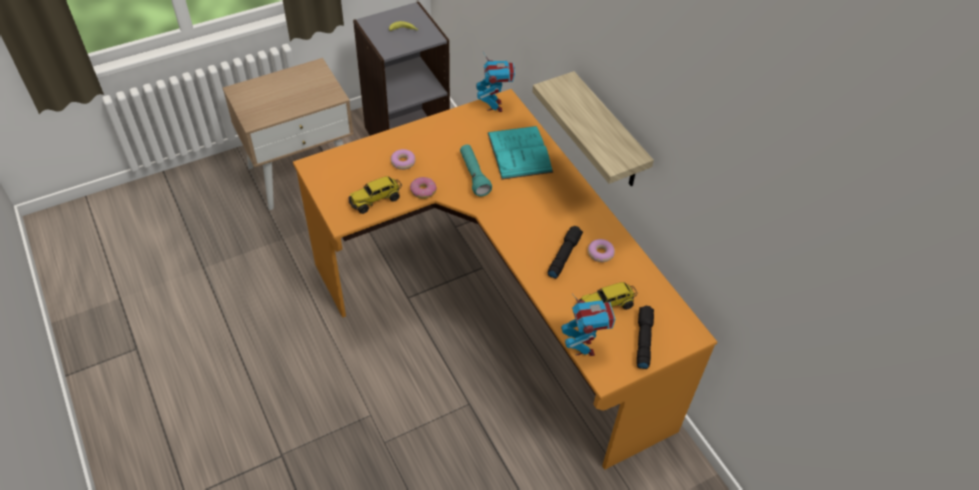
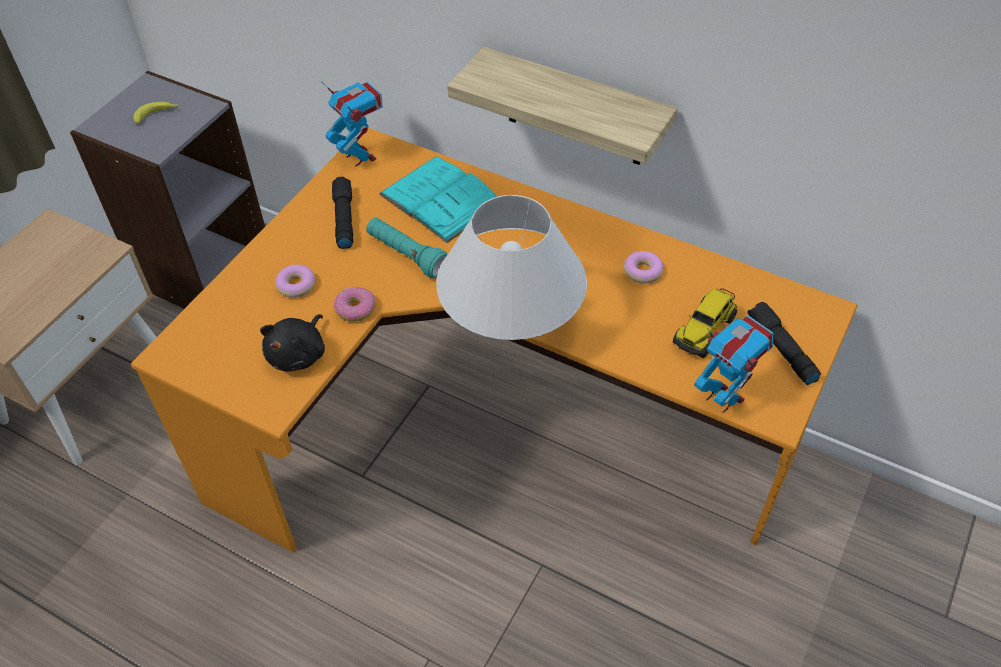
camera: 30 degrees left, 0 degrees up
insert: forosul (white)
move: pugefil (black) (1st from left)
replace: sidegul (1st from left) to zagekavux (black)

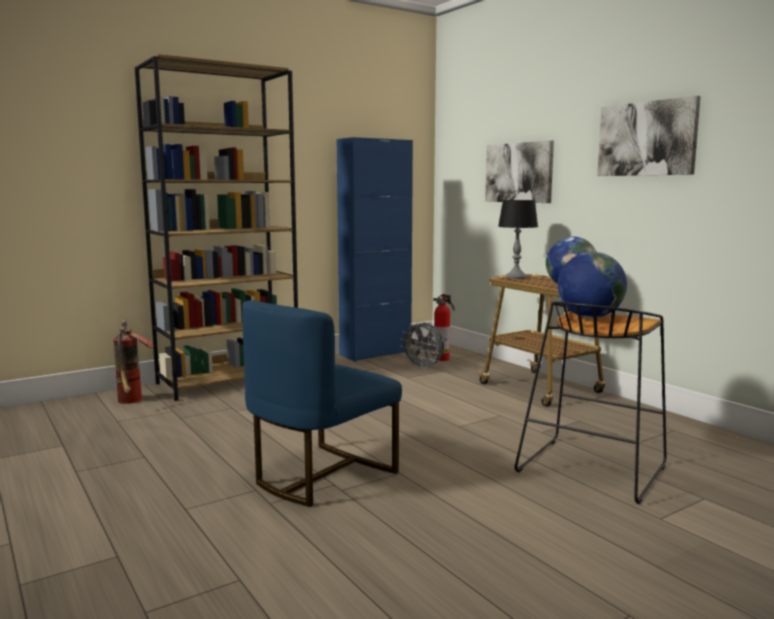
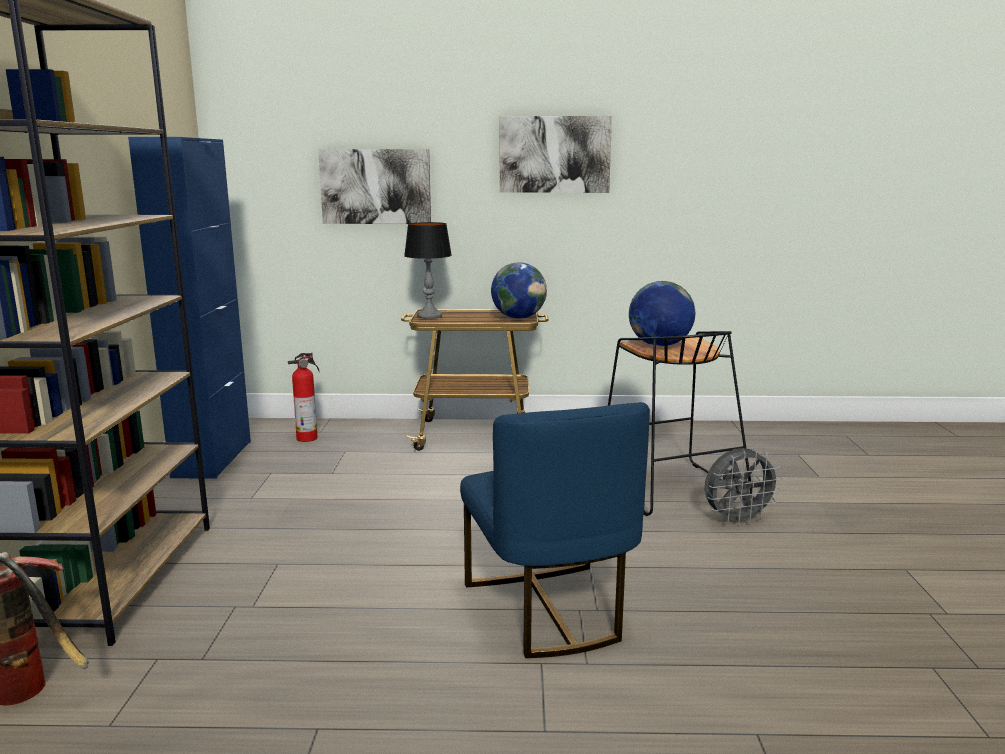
camera: 55 degrees left, 5 degrees up
move: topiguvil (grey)

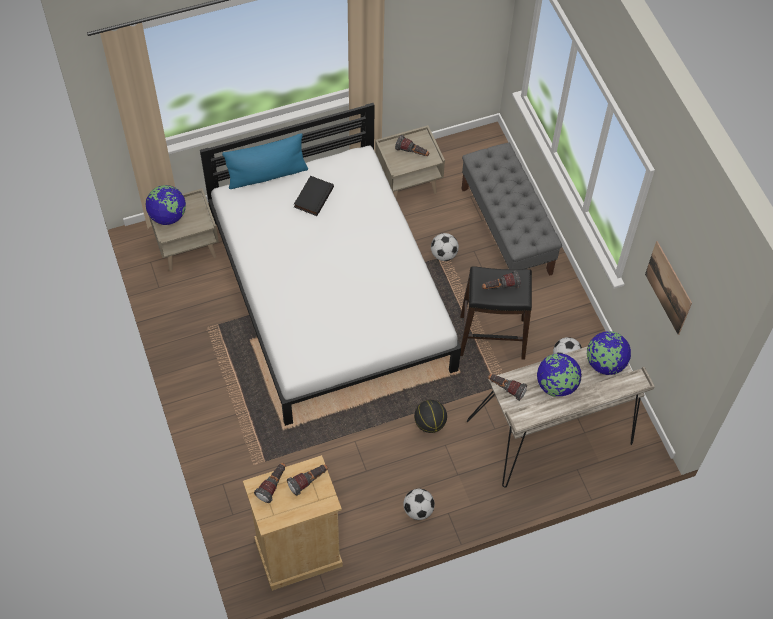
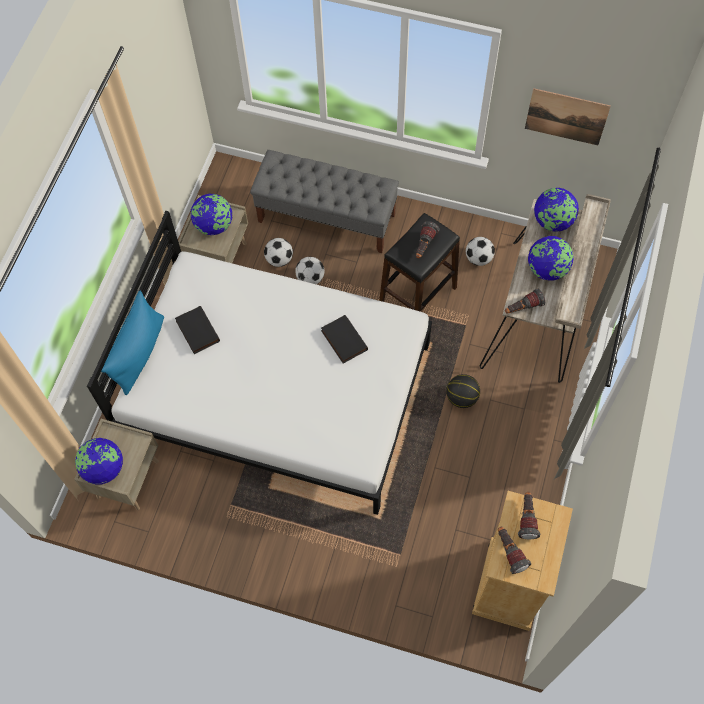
camera: 50 degrees left, 5 degrees up
insert: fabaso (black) (2nd from left)
move: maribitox (1st from left)
replace: pugefil (3rd from left) to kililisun (2nd from left)

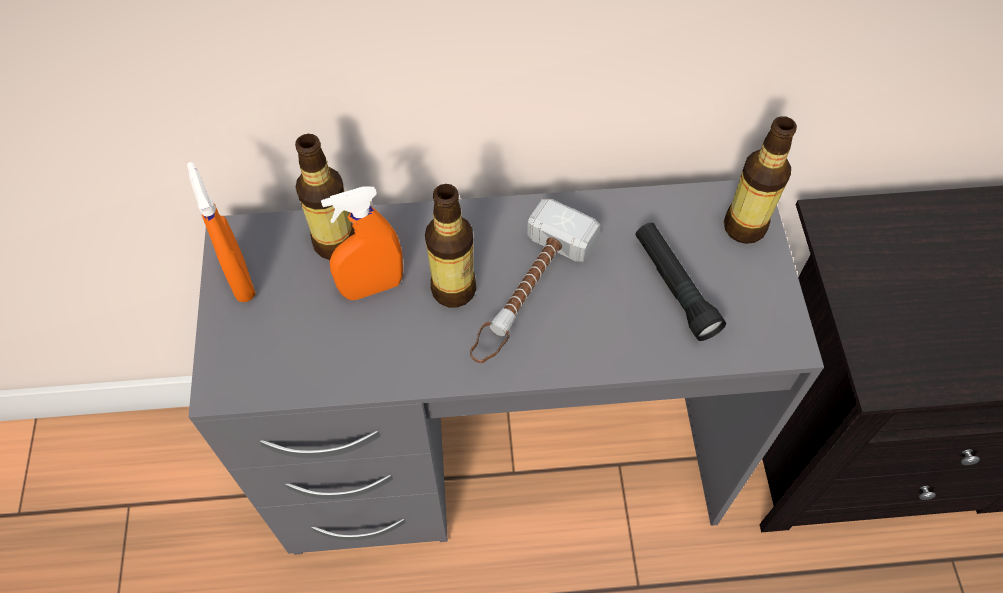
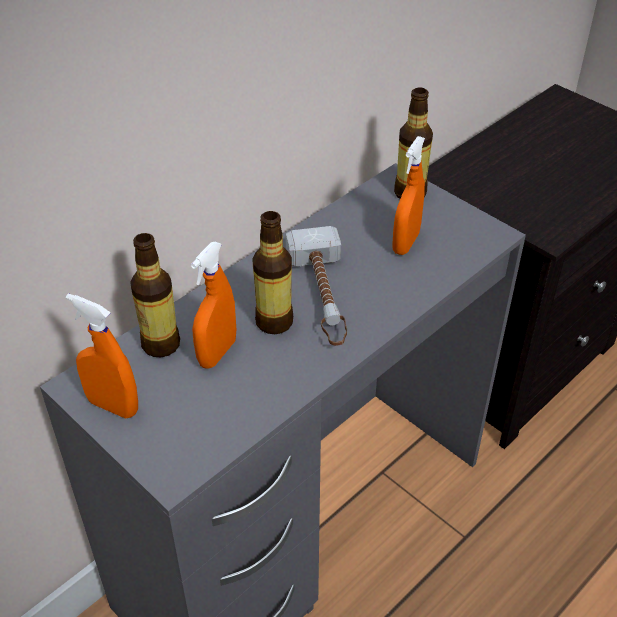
camera: 40 degrees left, 15 degrees down
replace: pugefil (black) to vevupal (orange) (3rd from left)

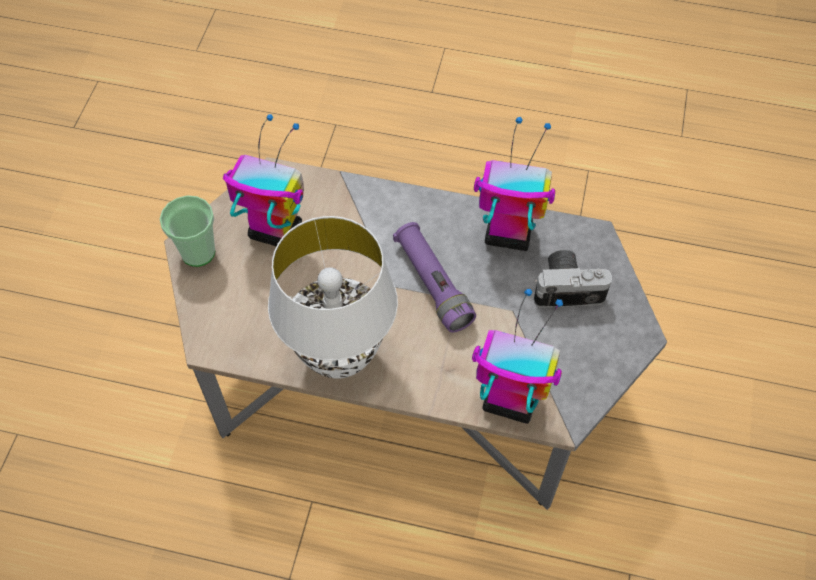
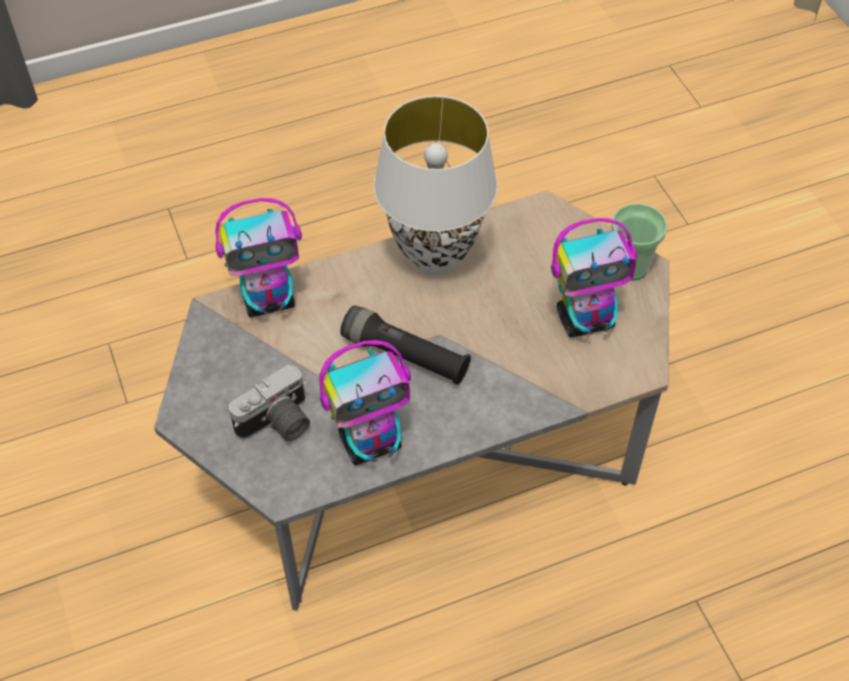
camera: 145 degrees right, 5 degrees down
recolor: pugefil (purple) to pugefil (black)

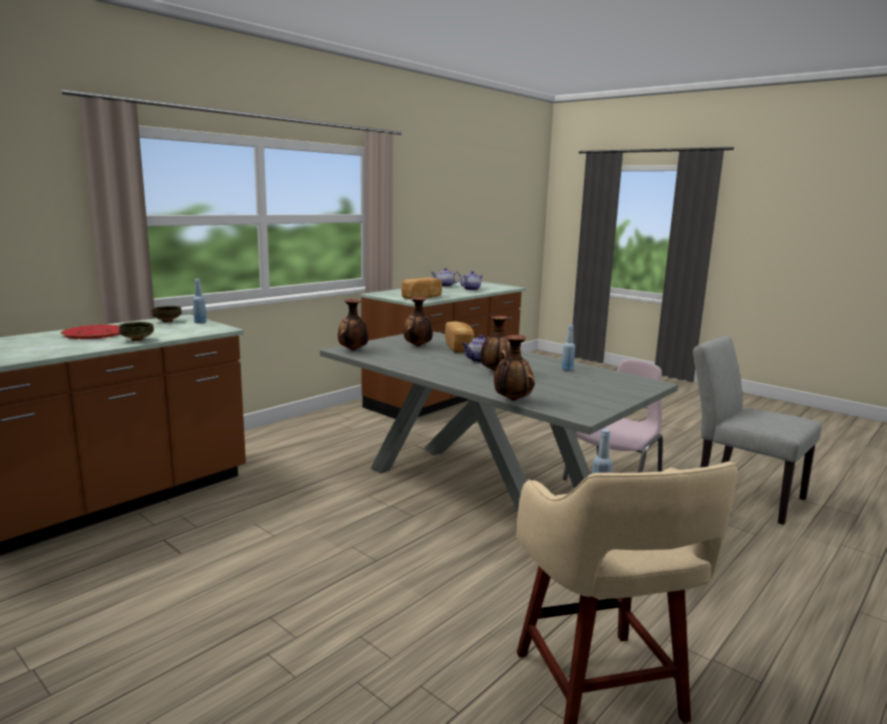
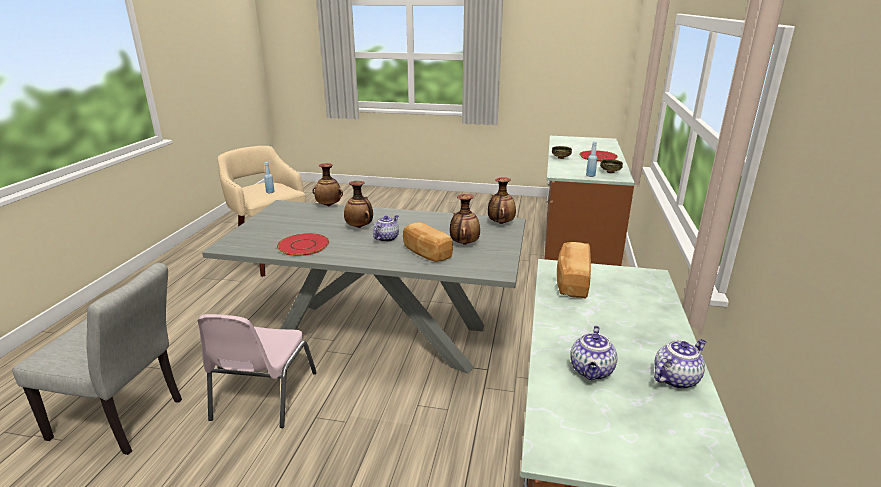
camera: 150 degrees right, 10 degrees up
replace: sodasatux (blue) (2nd from left) to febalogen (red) (1st from left)

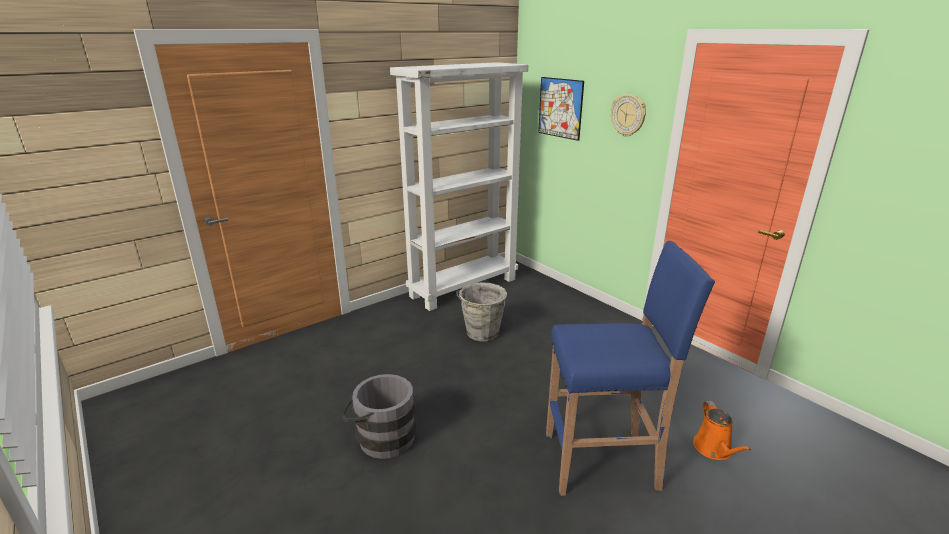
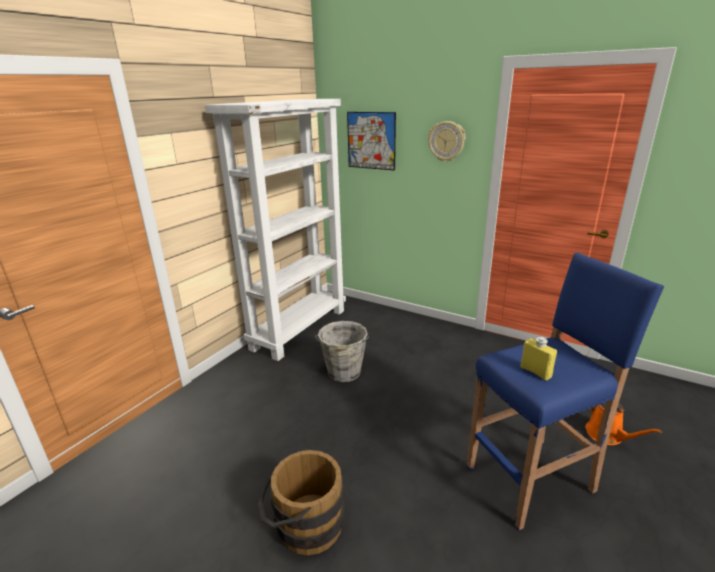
camera: 20 degrees left, 0 degrees up
insert: sodasatux (yellow)
recolor: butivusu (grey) (1st from left) to butivusu (brown)

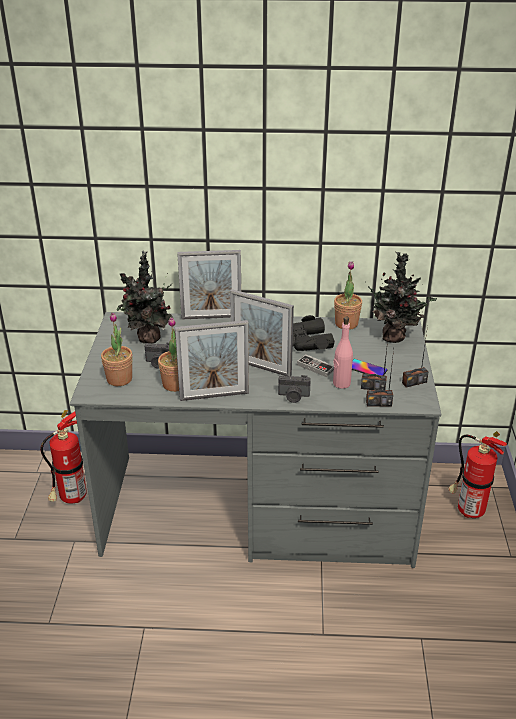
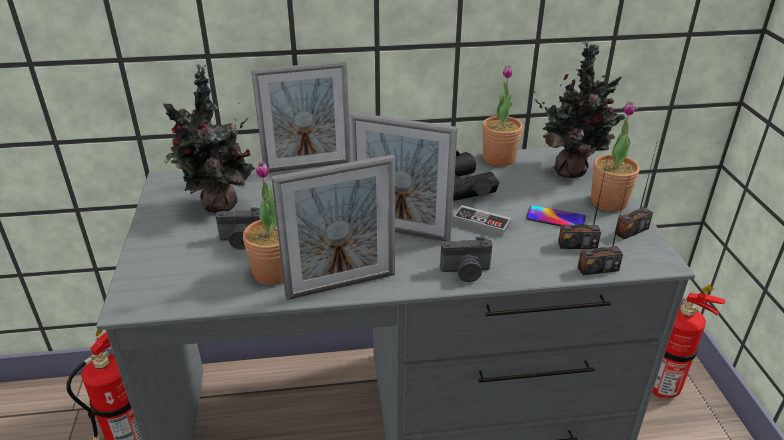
camera: 10 degrees left, 0 degrees up
delete: sodasatux (pink)
move: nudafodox (1st from left in the first image) to nudafodox (5th from left)

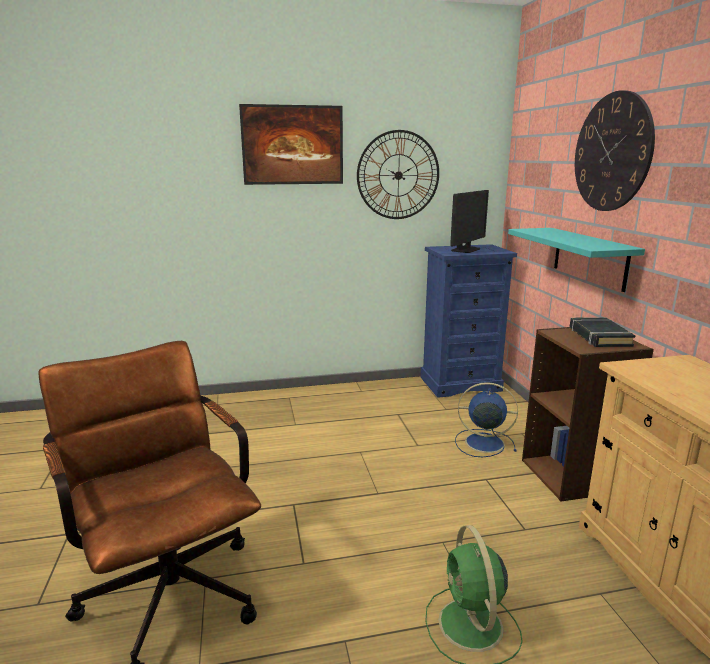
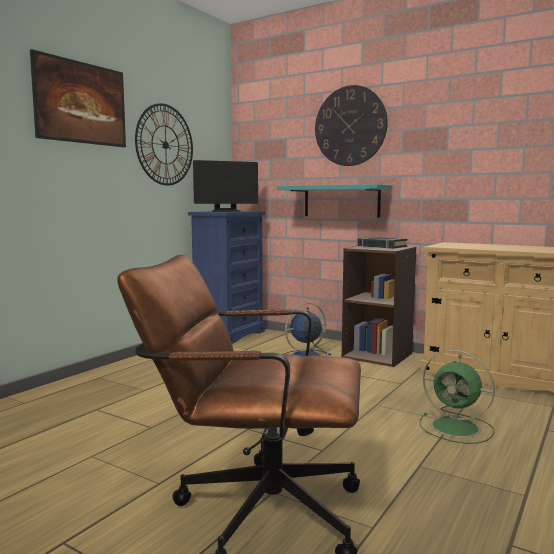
camera: 45 degrees left, 10 degrees down
rotate: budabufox 75 degrees clockwise

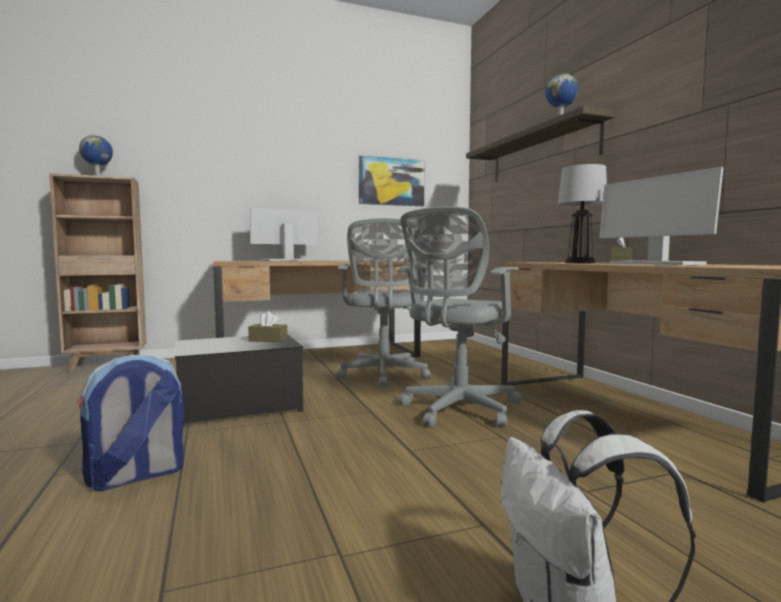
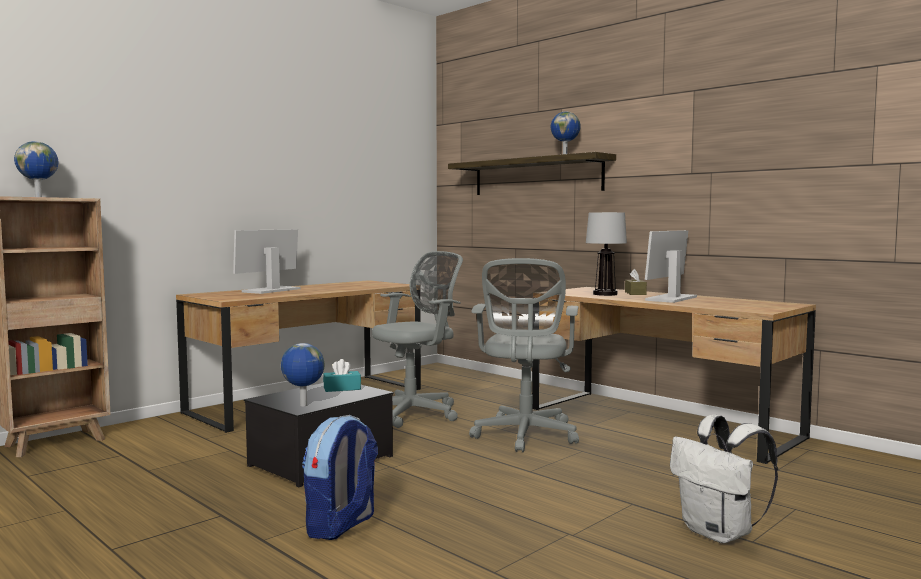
camera: 25 degrees left, 0 degrees up
delete: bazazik
insert: kililisun (2nd from left)
recolor: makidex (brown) (1st from left) to makidex (turquoise)
rotate: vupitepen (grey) (1st from left) 105 degrees counterclockwise; budabufox (2nd from left) 90 degrees clockwise

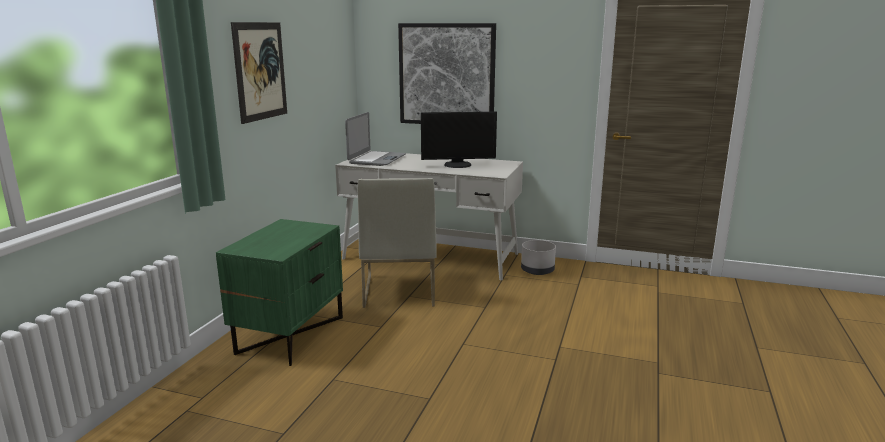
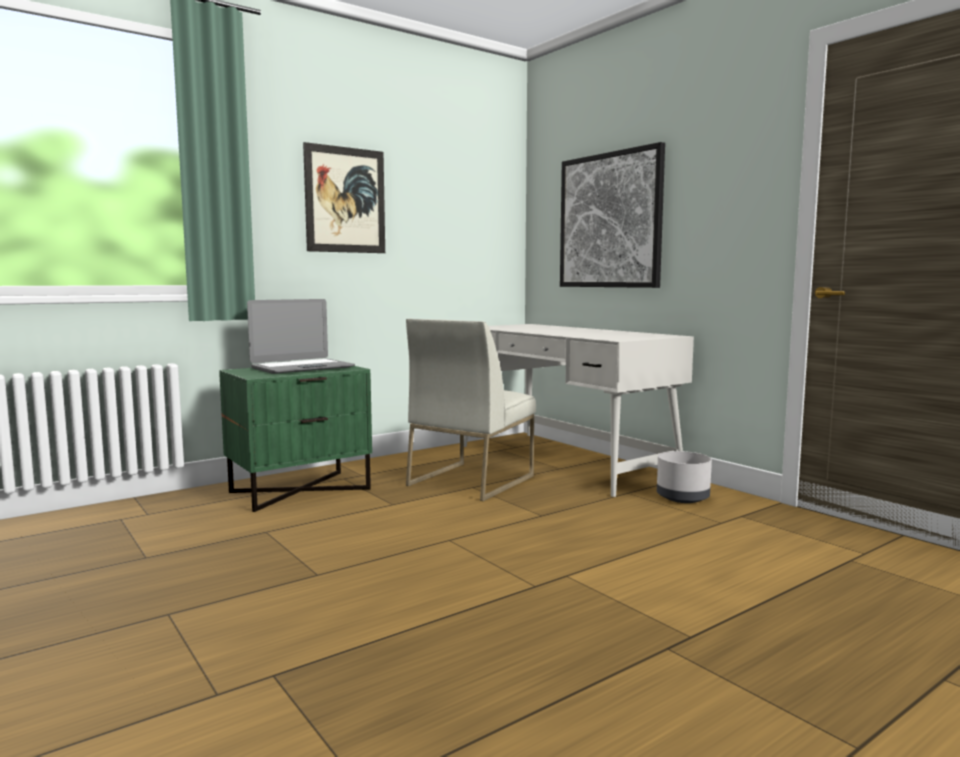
camera: 35 degrees right, 10 degrees down
delete: budabufox
move: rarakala

